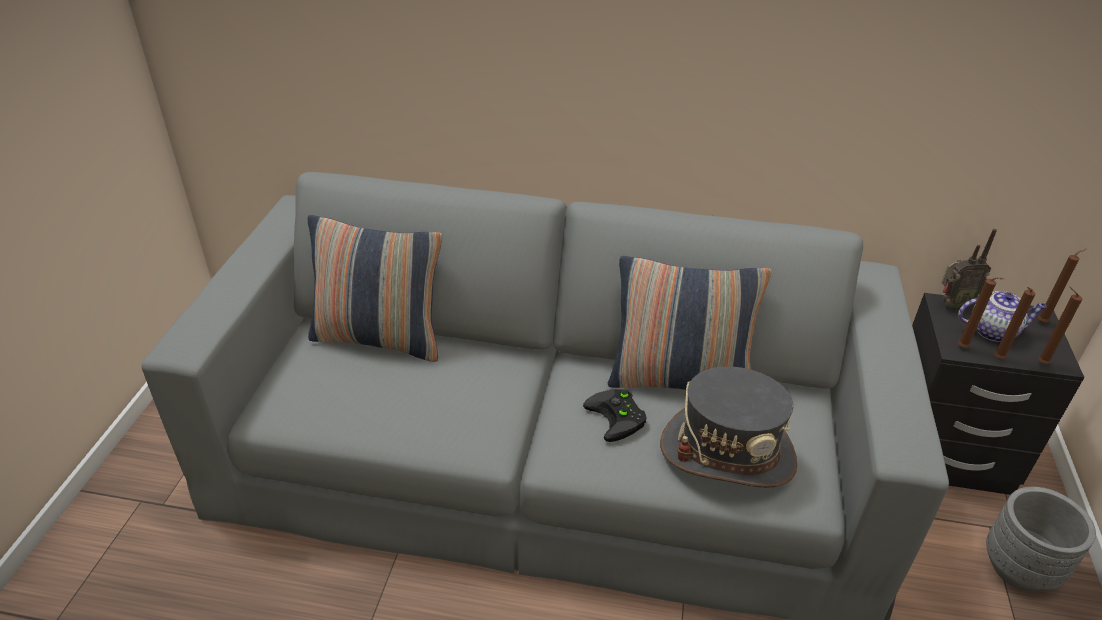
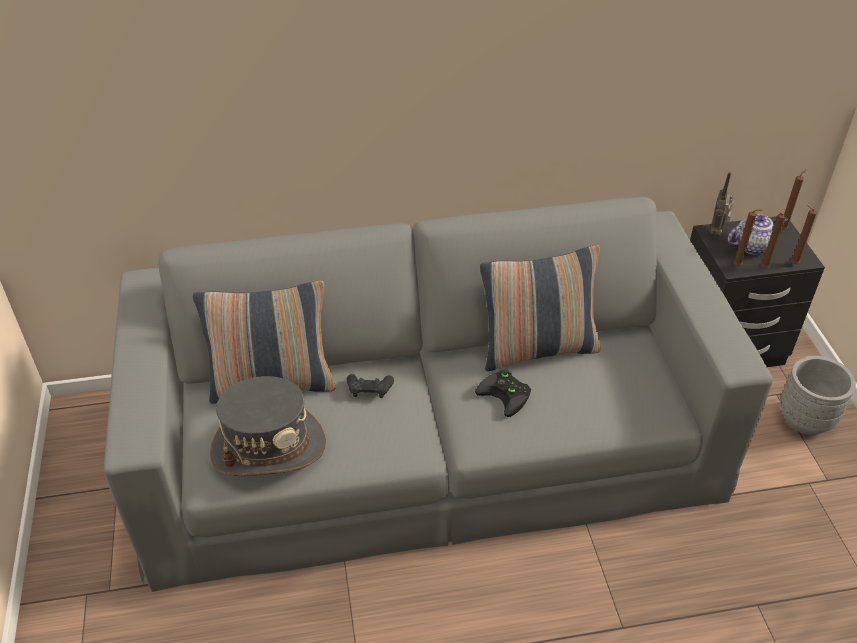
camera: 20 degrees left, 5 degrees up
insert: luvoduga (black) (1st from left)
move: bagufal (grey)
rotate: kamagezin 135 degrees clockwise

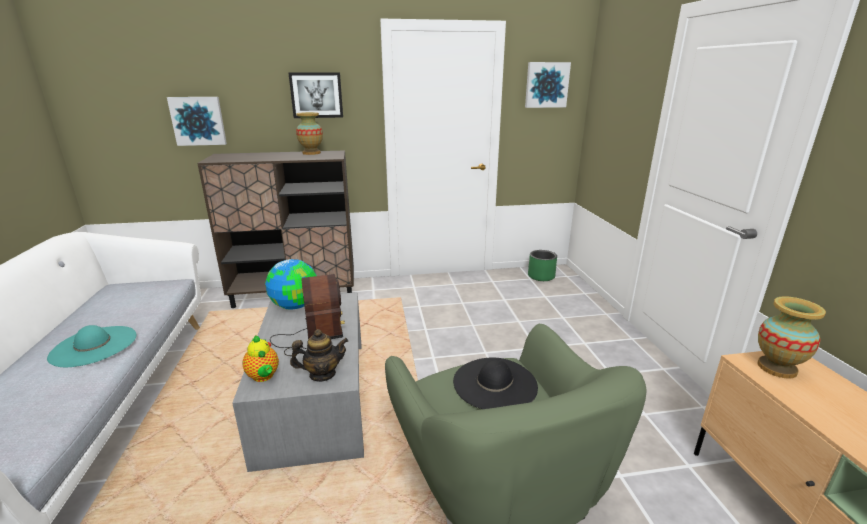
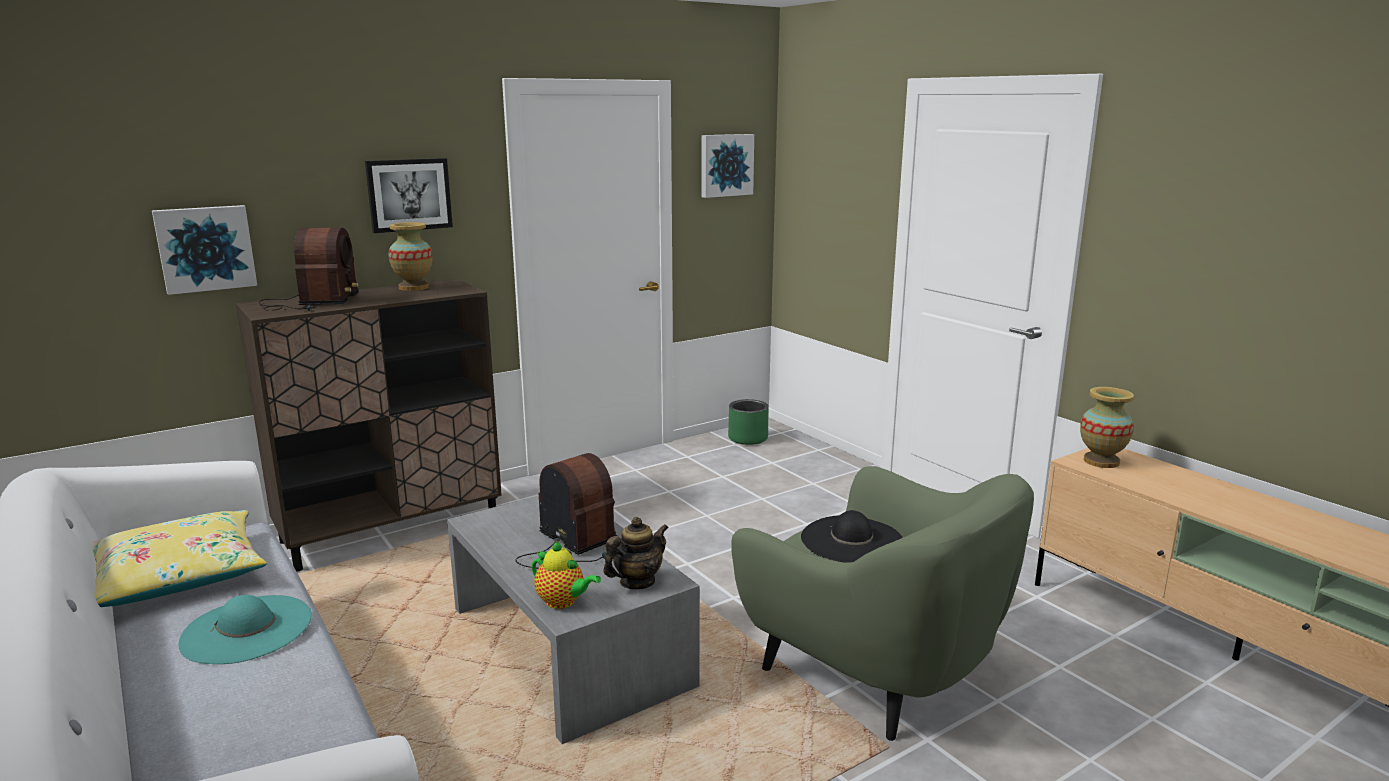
camera: 25 degrees left, 5 degrees down
delete: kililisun
insert: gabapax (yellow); kamagezin (1st from left)

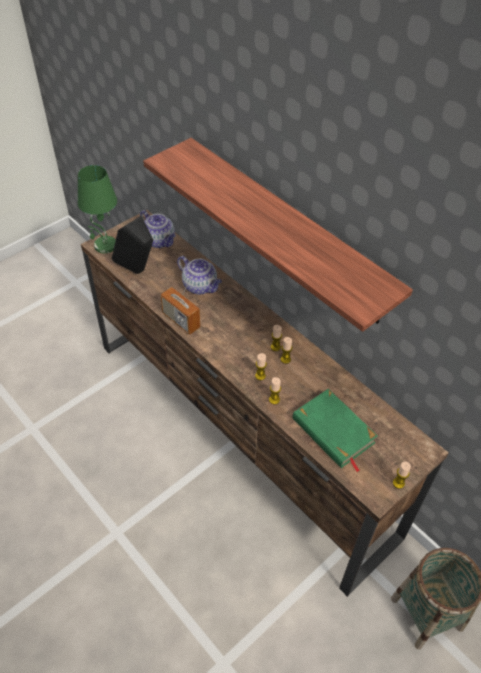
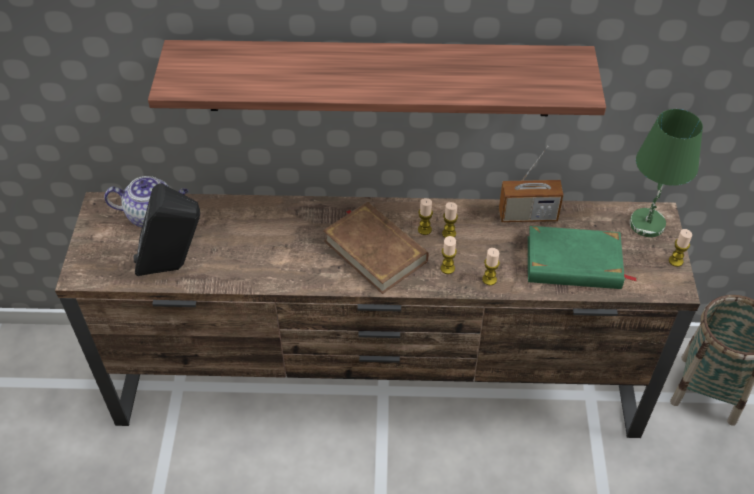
camera: 45 degrees left, 0 degrees up
delete: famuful (2nd from left)
insert: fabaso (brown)
move: kamagezin; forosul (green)

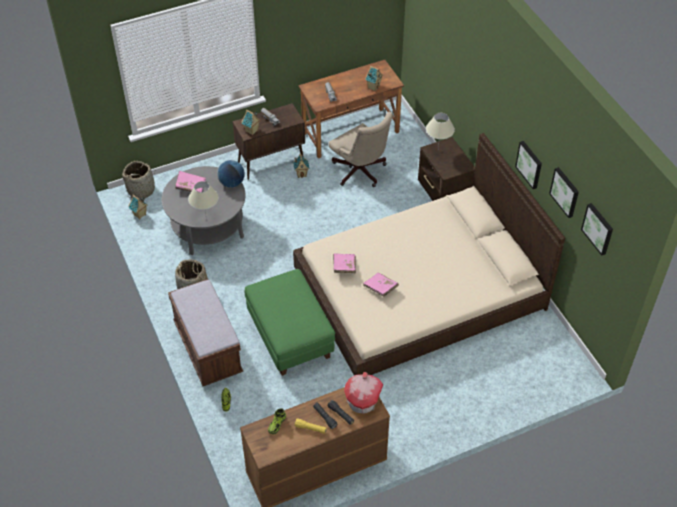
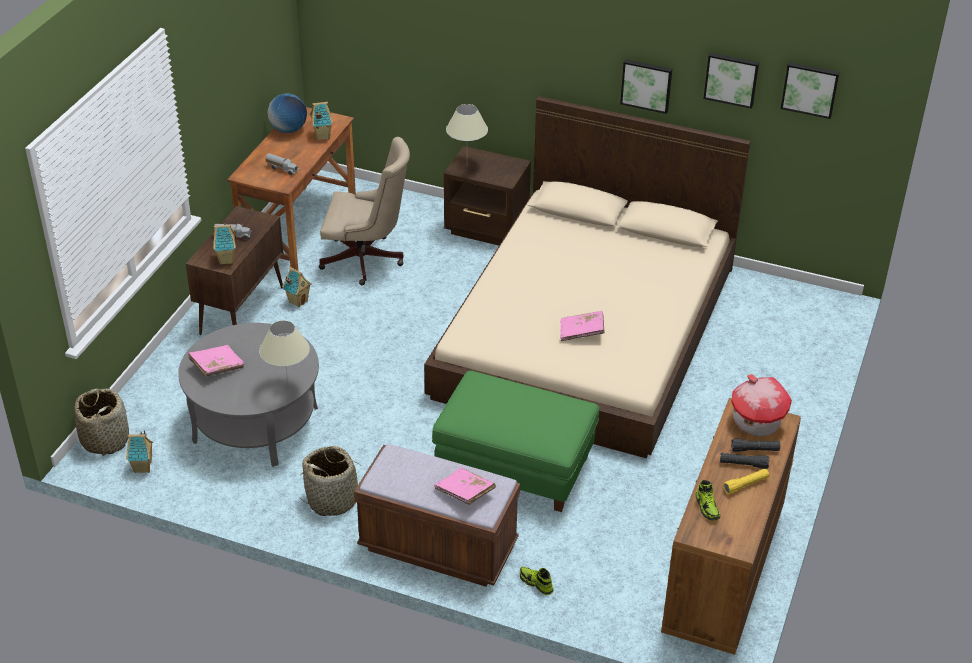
camera: 45 degrees left, 10 degrees down
move: kililisun; fabaso (pink) (2nd from left)

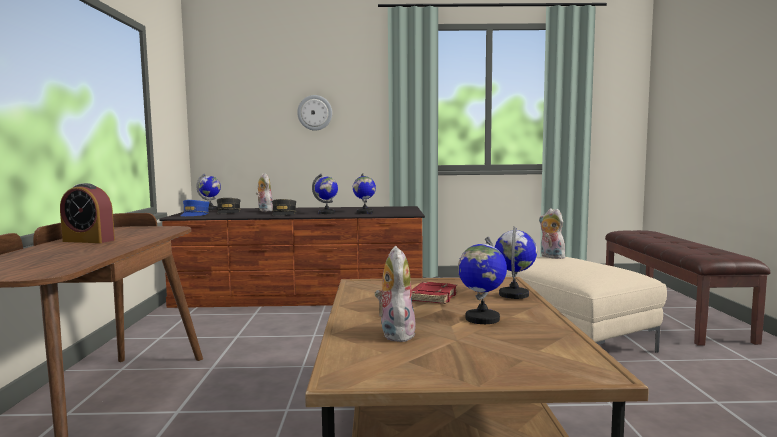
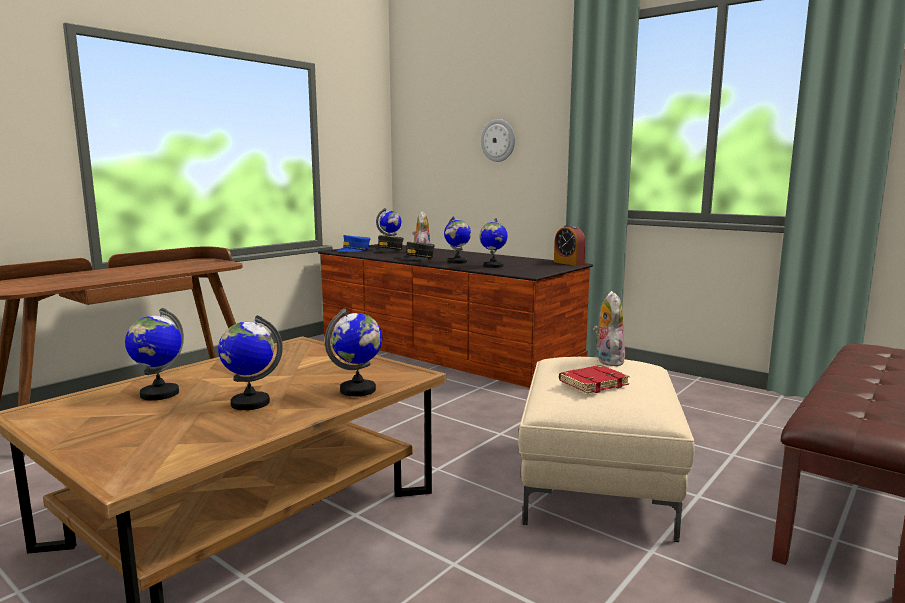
camera: 40 degrees right, 5 degrees up
move: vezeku; fabaso (red)
replace: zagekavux (2nd from left) to kililisun (1st from left)

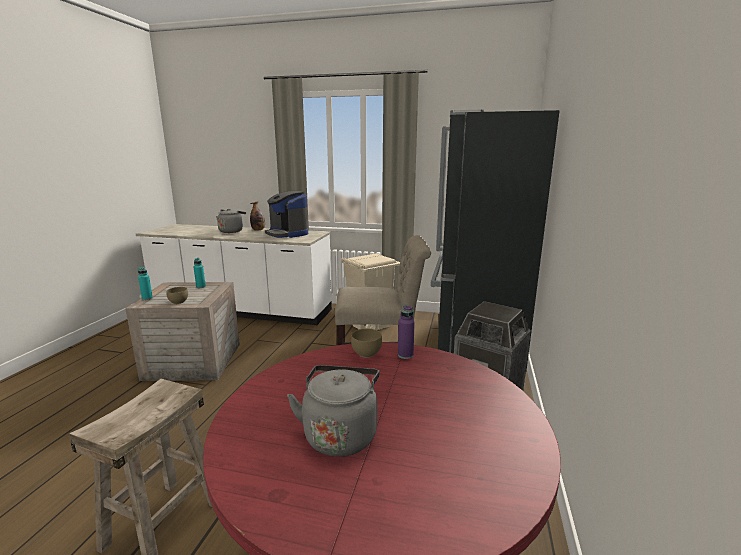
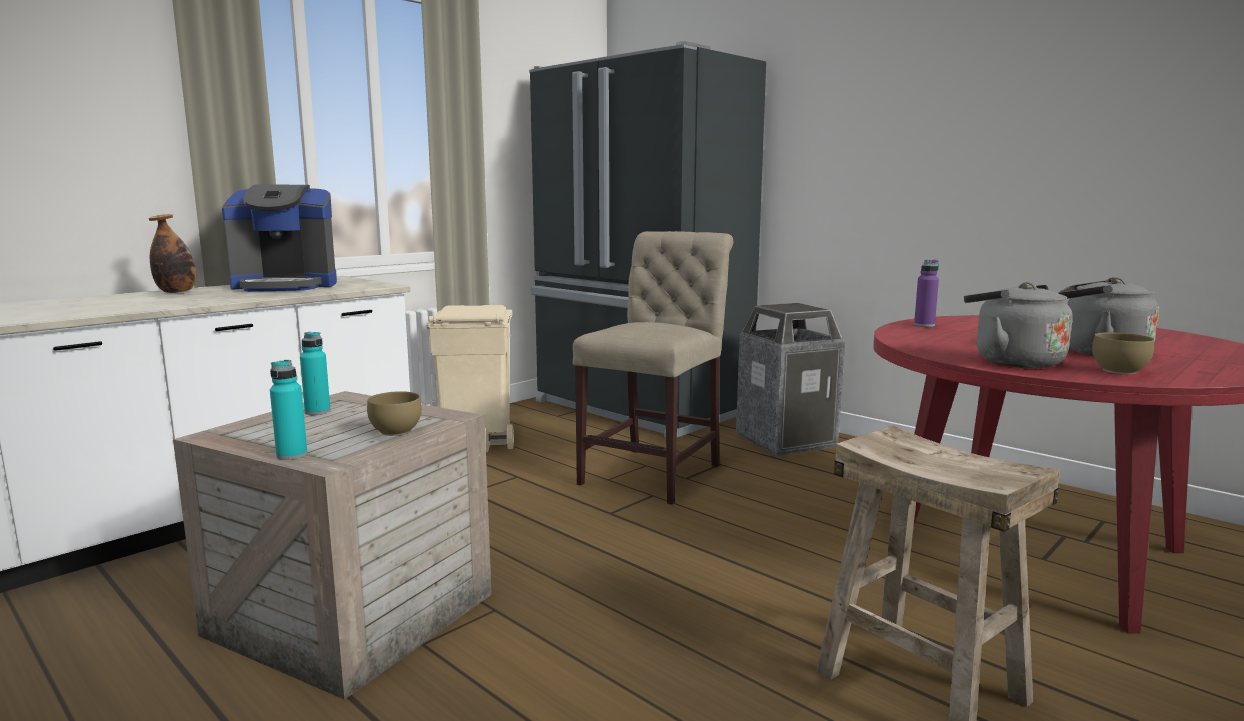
camera: 60 degrees left, 5 degrees down
move: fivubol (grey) (1st from left); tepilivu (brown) (2nd from left)

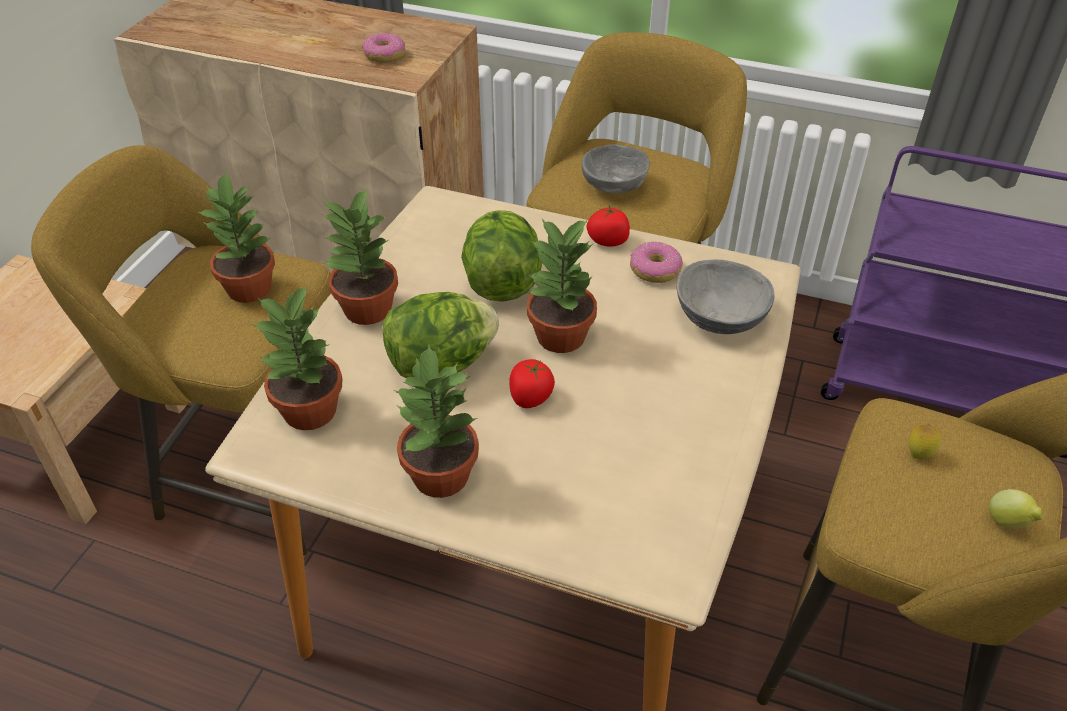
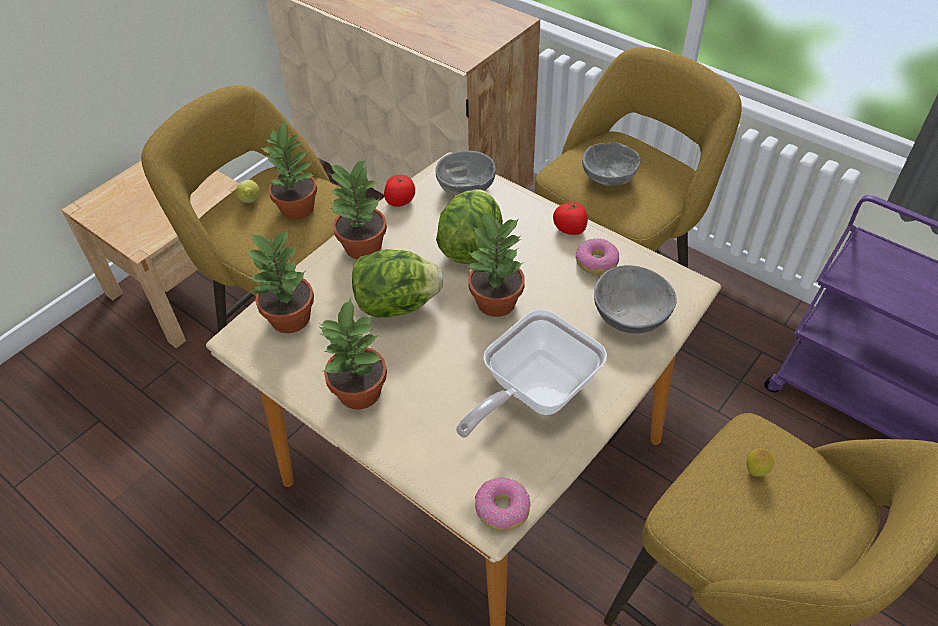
camera: 20 degrees right, 5 degrees up
insert: tepilivu (grey) (1st from left); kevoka
move: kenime (2nd from left in the first image) to kenime (1st from left); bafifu (1st from left); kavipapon (1st from left)

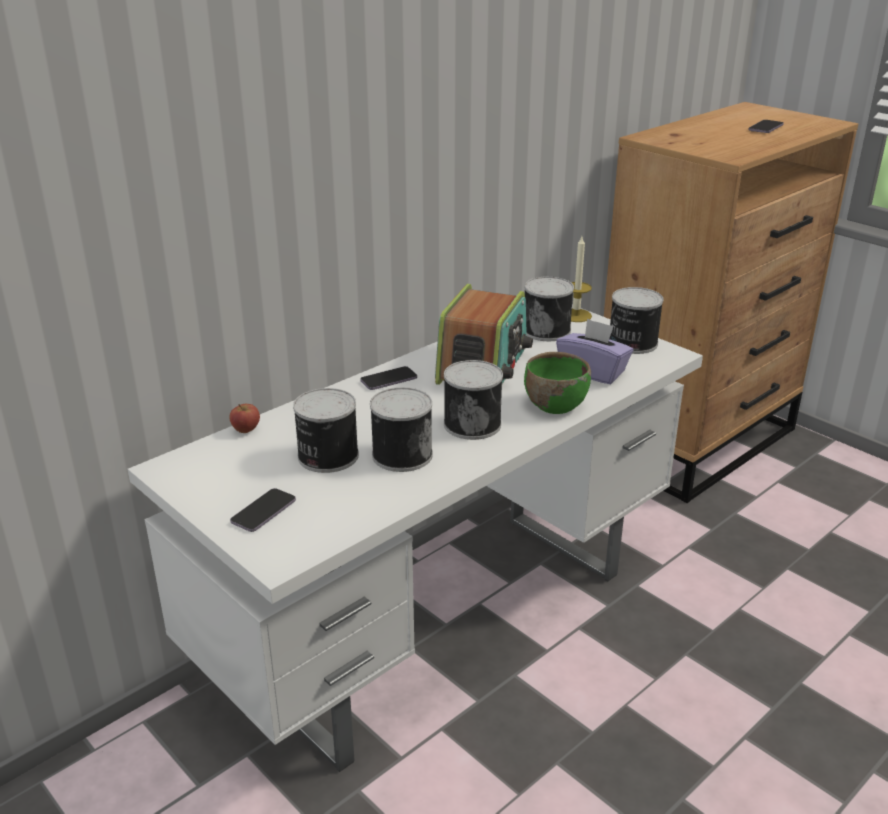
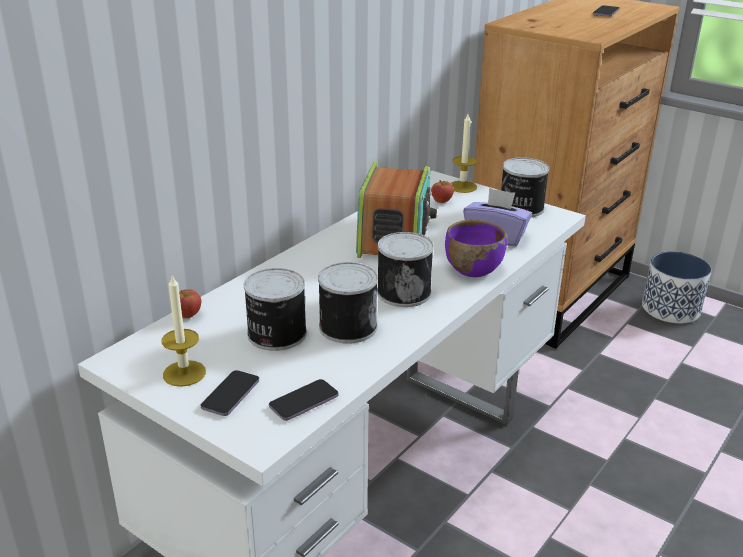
camera: 10 degrees left, 0 degrees up
insert: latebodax (1st from left); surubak
move: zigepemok (2nd from left)
replace: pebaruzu (4th from left) to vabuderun (2nd from left)
recolor: tepilivu (green) to tepilivu (purple)

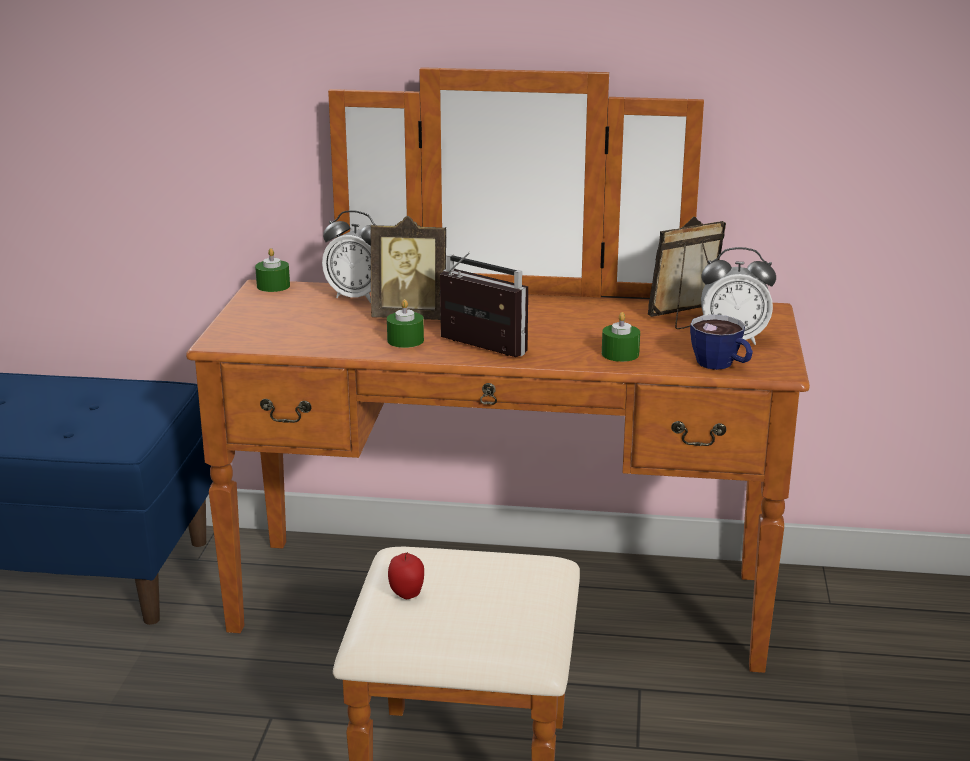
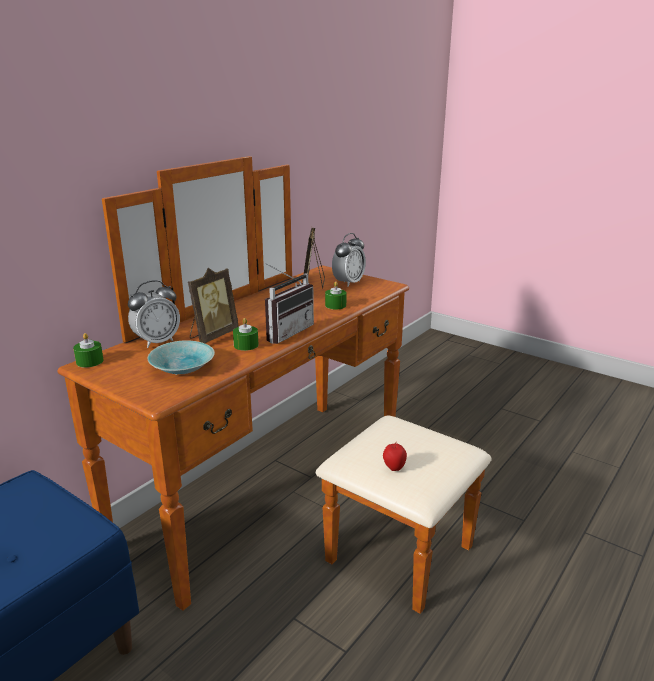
camera: 60 degrees left, 0 degrees up
delete: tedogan
insert: tepilivu (turquoise)
rotate: kamagezin 150 degrees clockwise

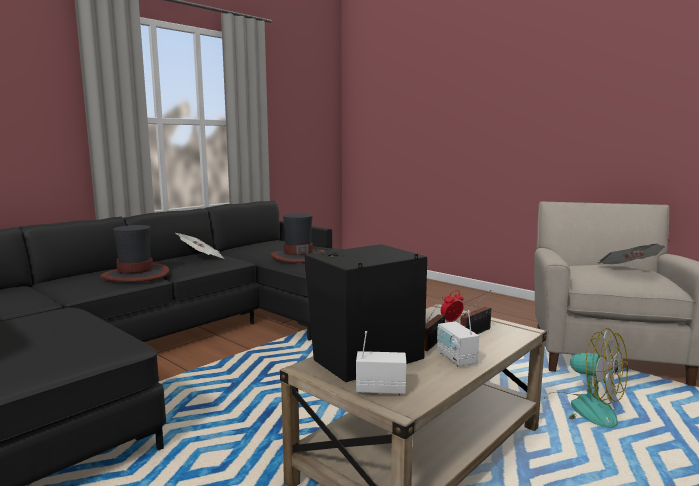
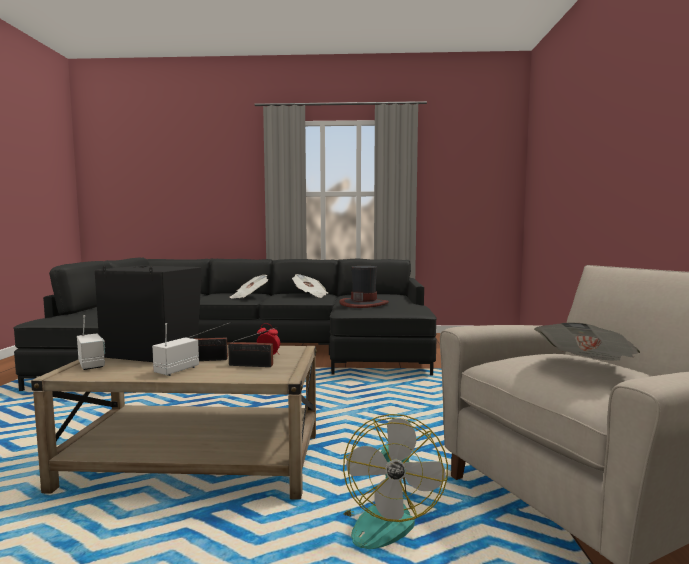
camera: 50 degrees right, 5 degrees down
replace: bagufal (1st from left) to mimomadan (1st from left)

